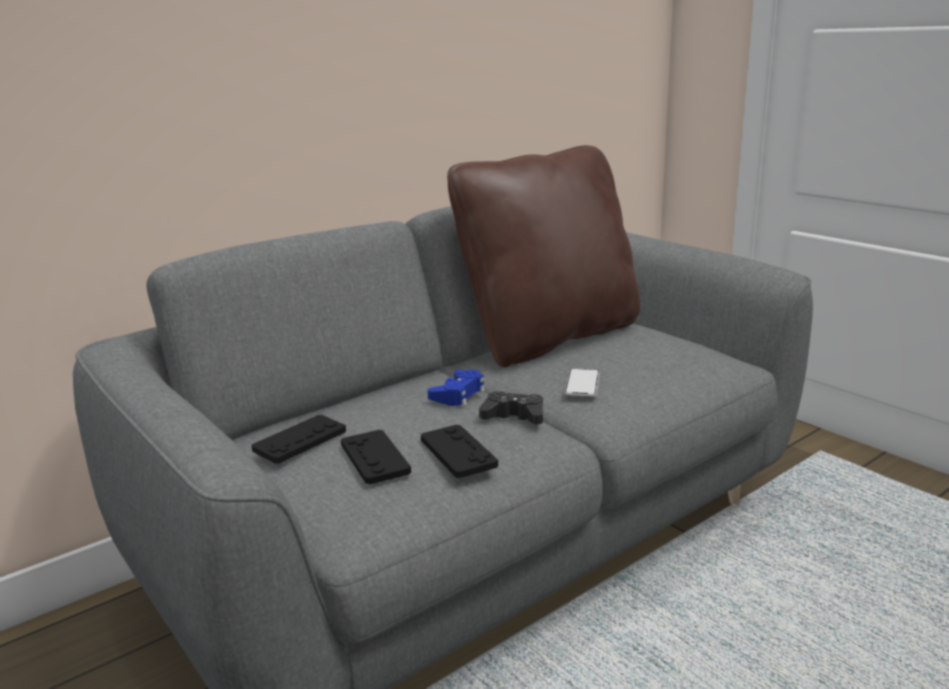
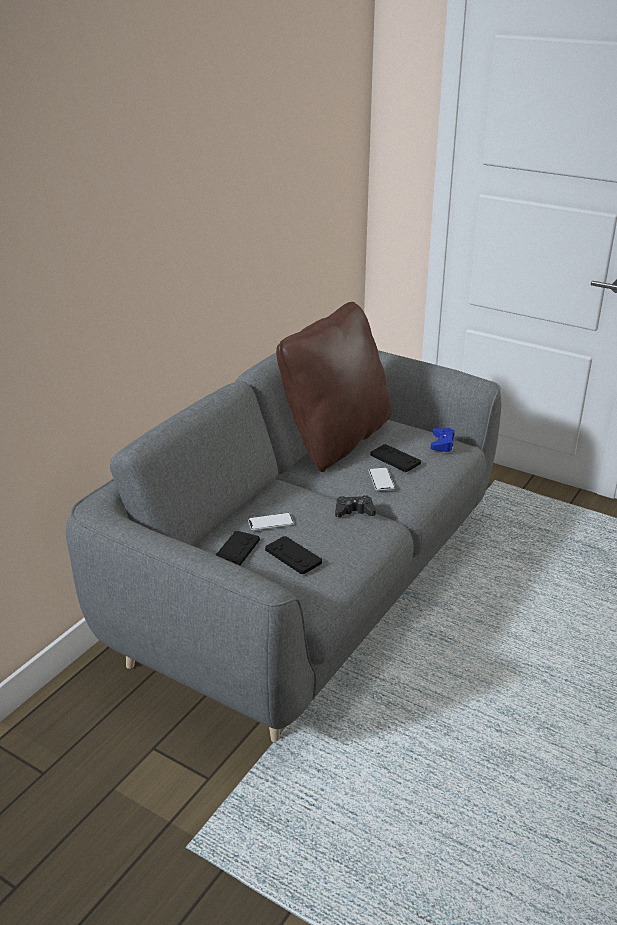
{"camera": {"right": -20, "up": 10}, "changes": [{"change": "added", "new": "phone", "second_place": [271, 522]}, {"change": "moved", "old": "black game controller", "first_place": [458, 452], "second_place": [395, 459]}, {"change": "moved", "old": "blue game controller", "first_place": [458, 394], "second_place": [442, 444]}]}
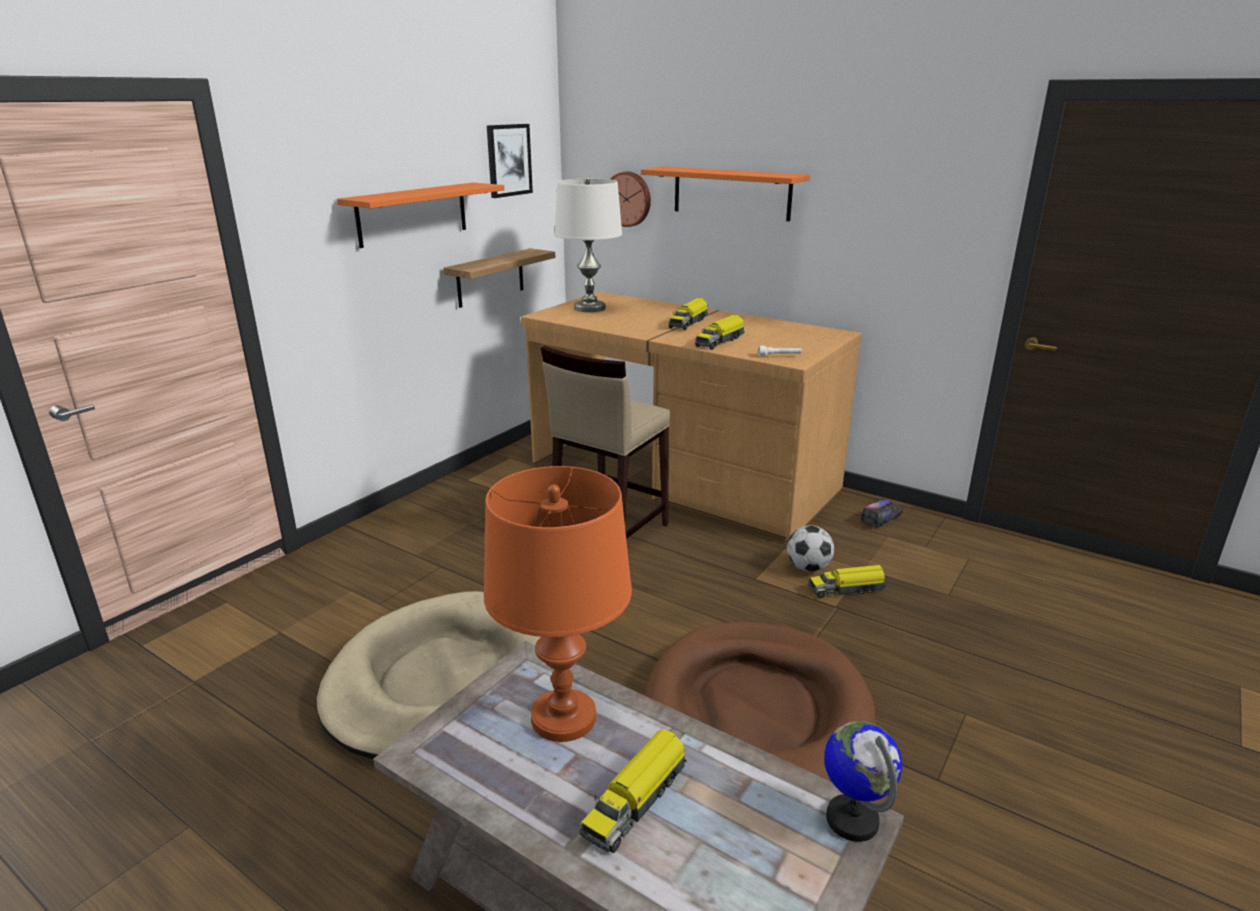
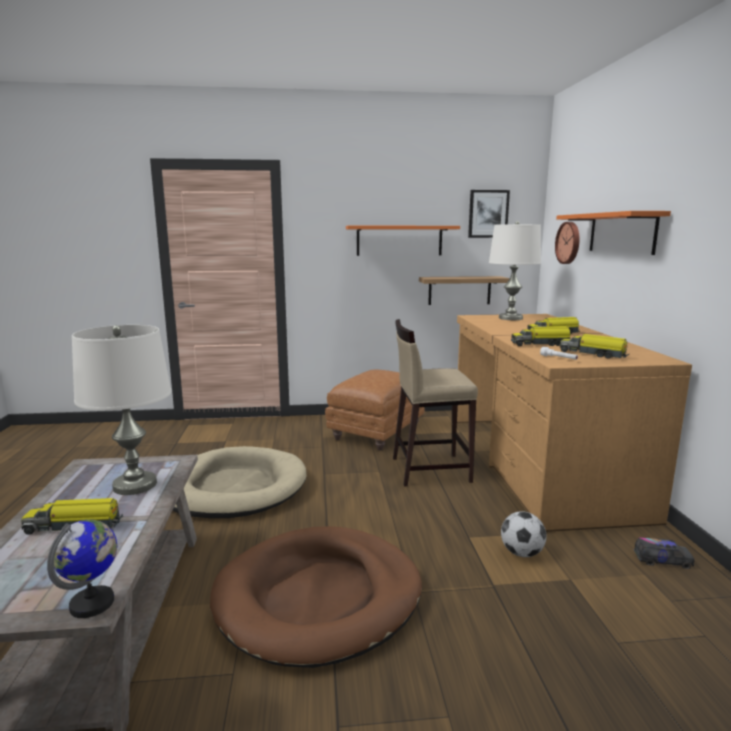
{"camera": {"right": 50, "up": -10}, "changes": [{"change": "added", "new": "brown ottoman", "second_place": [377, 432]}, {"change": "moved", "old": "toy truck", "first_place": [847, 589], "second_place": [593, 354]}, {"change": "recoloured", "old": "orange table lamp", "new": "white table lamp", "first_place": [563, 717], "second_place": [135, 485]}]}
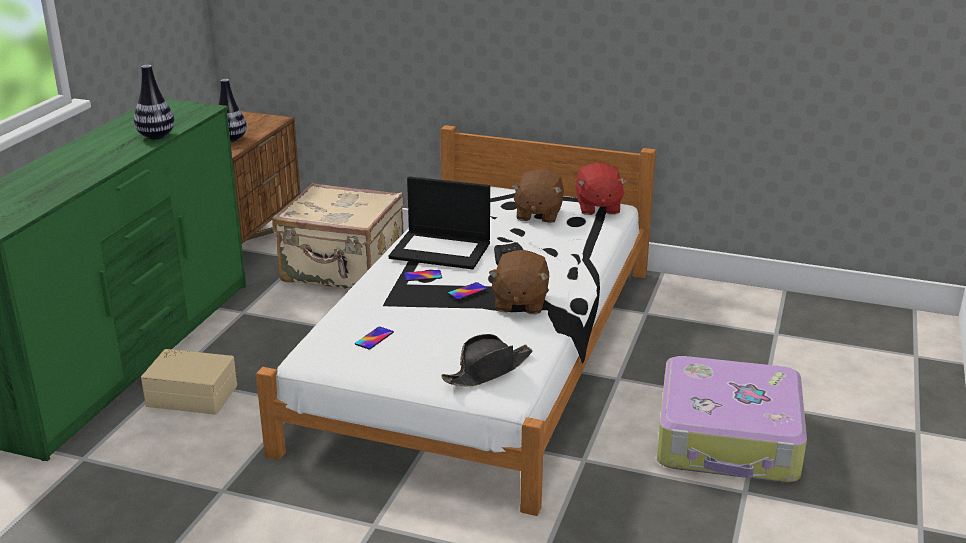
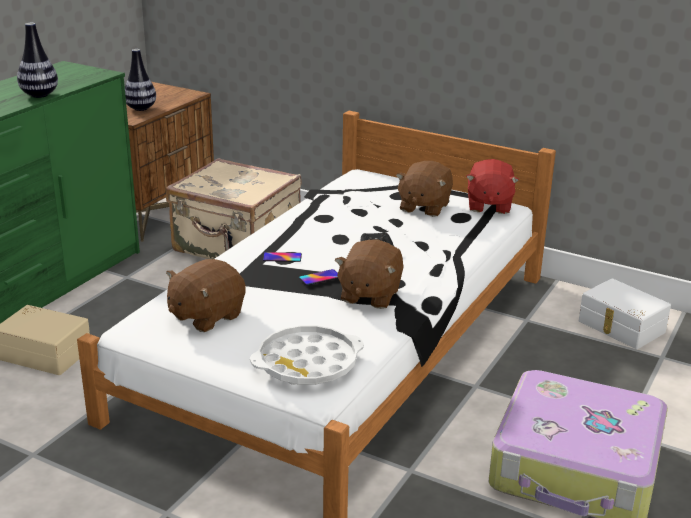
{"camera": {"right": 10, "up": 0}, "changes": [{"change": "removed", "old": "laptop", "first_place": [441, 250]}, {"change": "added", "new": "white storage box", "second_place": [620, 327]}, {"change": "replaced", "old": "phone", "new": "brown plush toy", "first_place": [374, 338], "second_place": [206, 316]}, {"change": "replaced", "old": "black hat", "new": "white tray", "first_place": [488, 370], "second_place": [307, 363]}]}
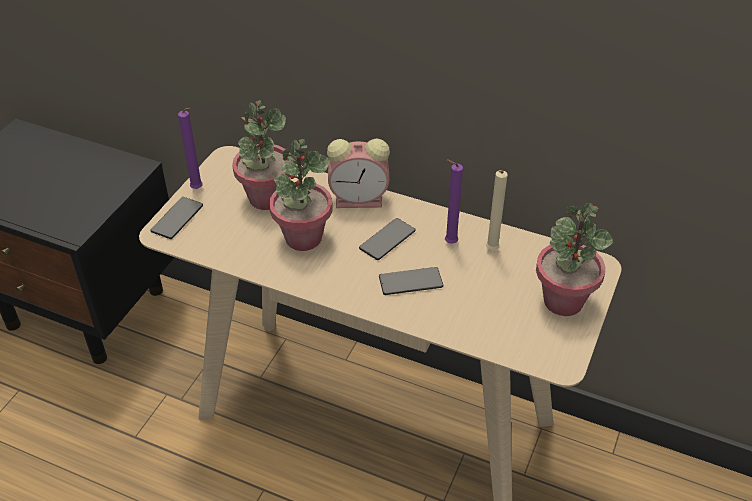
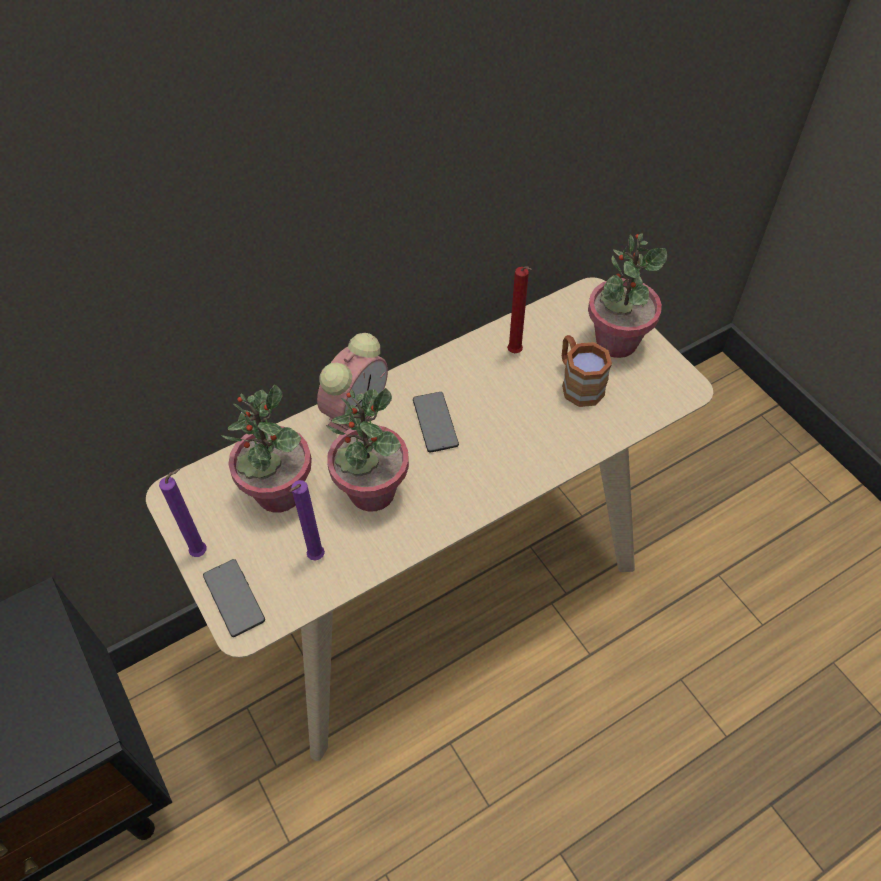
{"camera": {"right": -55, "up": 10}, "changes": [{"change": "removed", "old": "phone", "first_place": [410, 282]}, {"change": "added", "new": "brown mug", "second_place": [578, 383]}, {"change": "moved", "old": "purple candle", "first_place": [448, 243], "second_place": [314, 558]}, {"change": "recoloured", "old": "beige candle", "new": "red candle", "first_place": [491, 251], "second_place": [516, 353]}]}
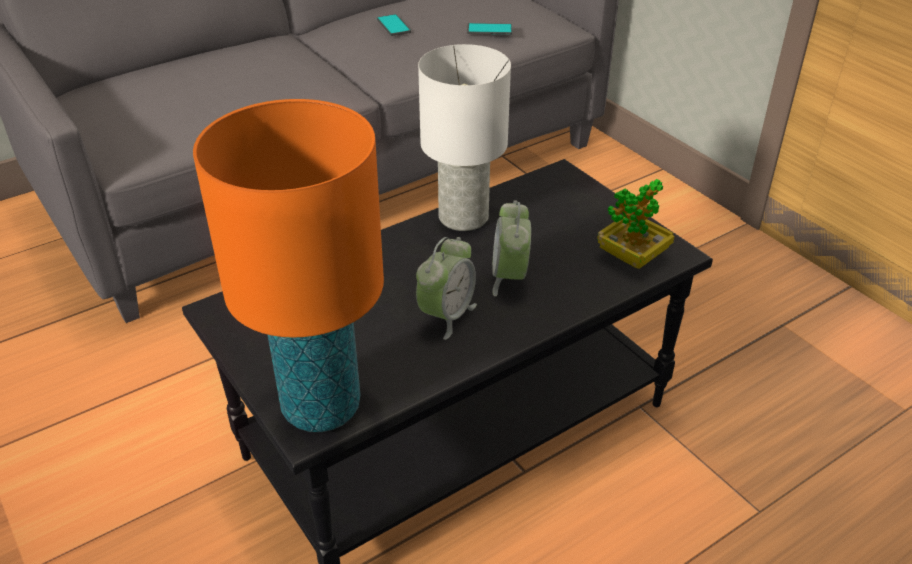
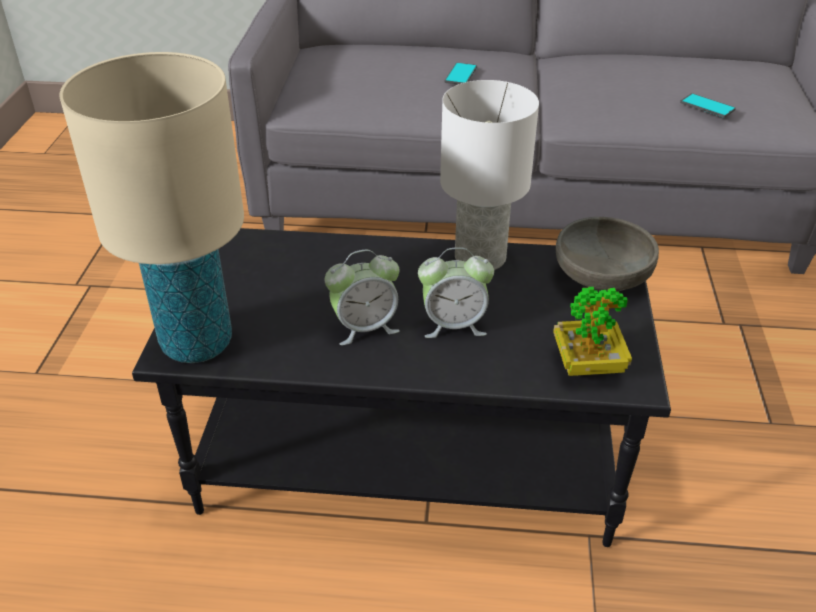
{"camera": {"right": 40, "up": 0}, "changes": [{"change": "added", "new": "grey bowl", "second_place": [602, 277]}, {"change": "moved", "old": "phone", "first_place": [393, 26], "second_place": [461, 75]}, {"change": "recoloured", "old": "orange table lamp", "new": "beige table lamp", "first_place": [321, 408], "second_place": [196, 343]}, {"change": "turned", "old": "alarm clock", "first_place": [509, 277], "second_place": [454, 325], "degrees": -135}]}
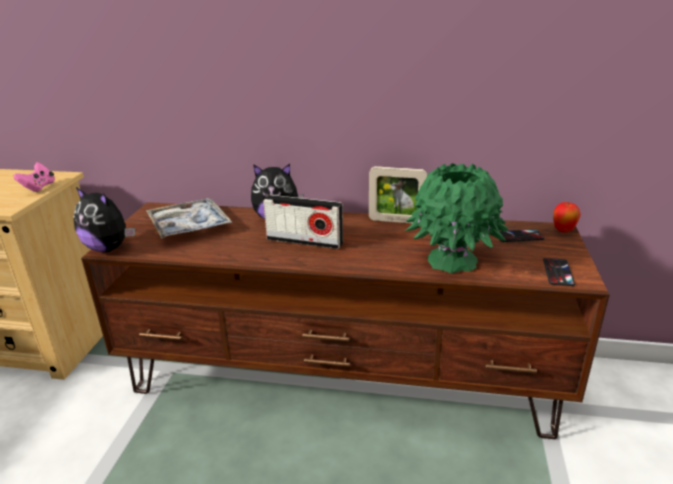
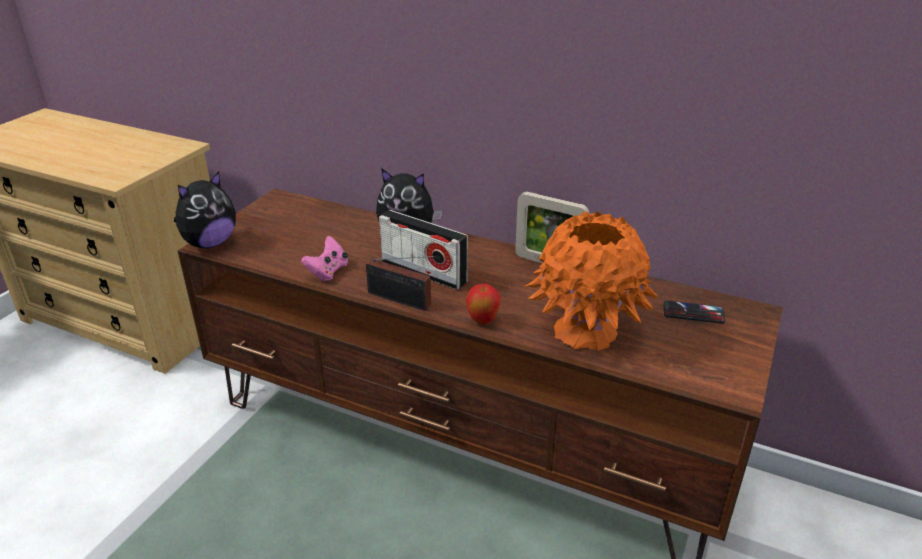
{"camera": {"right": 15, "up": 5}, "changes": [{"change": "removed", "old": "tray", "first_place": [189, 226]}, {"change": "removed", "old": "phone", "first_place": [558, 272]}, {"change": "added", "new": "radio", "second_place": [402, 300]}, {"change": "moved", "old": "pink game controller", "first_place": [39, 187], "second_place": [328, 272]}, {"change": "moved", "old": "apple", "first_place": [563, 231], "second_place": [483, 321]}, {"change": "recoloured", "old": "green vase", "new": "orange vase", "first_place": [452, 260], "second_place": [586, 331]}, {"change": "turned", "old": "plush toy", "first_place": [109, 248], "second_place": [209, 243], "degrees": -90}]}
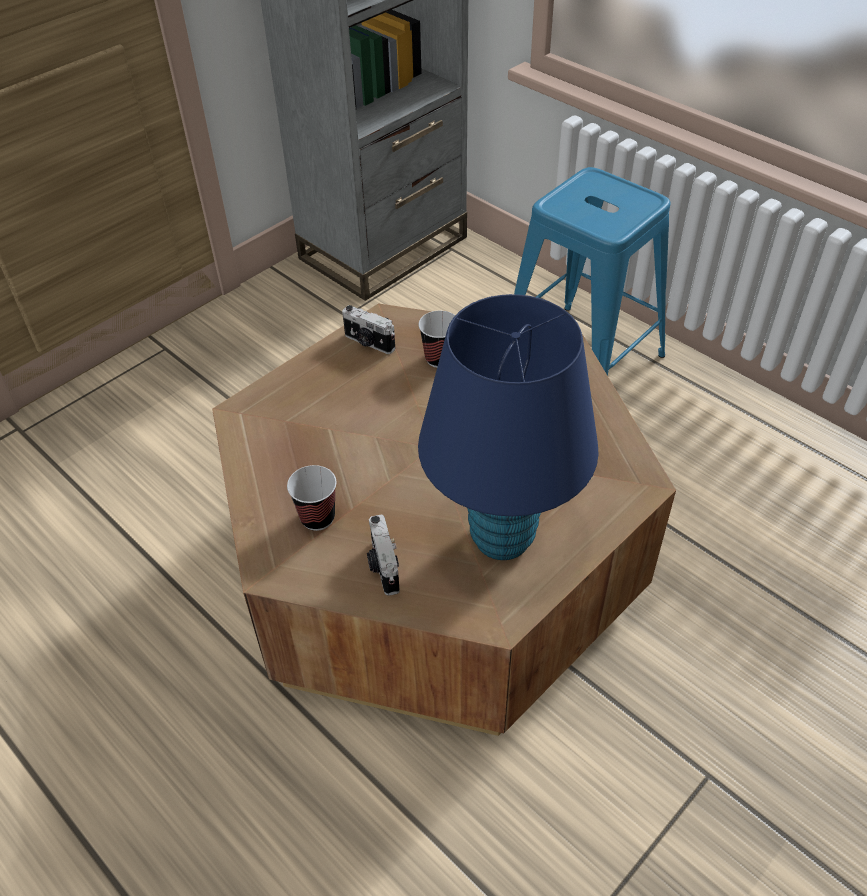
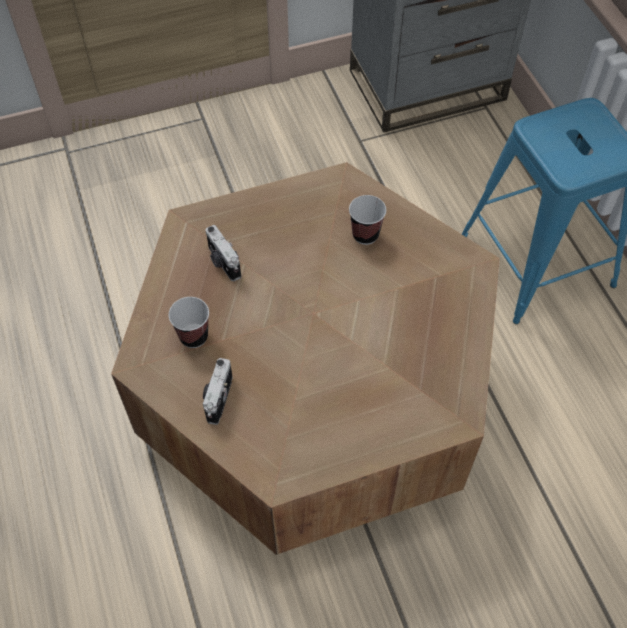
{"camera": {"right": 25, "up": 10}, "changes": [{"change": "removed", "old": "blue table lamp", "first_place": [502, 537]}, {"change": "moved", "old": "photo camera", "first_place": [368, 343], "second_place": [223, 262]}]}
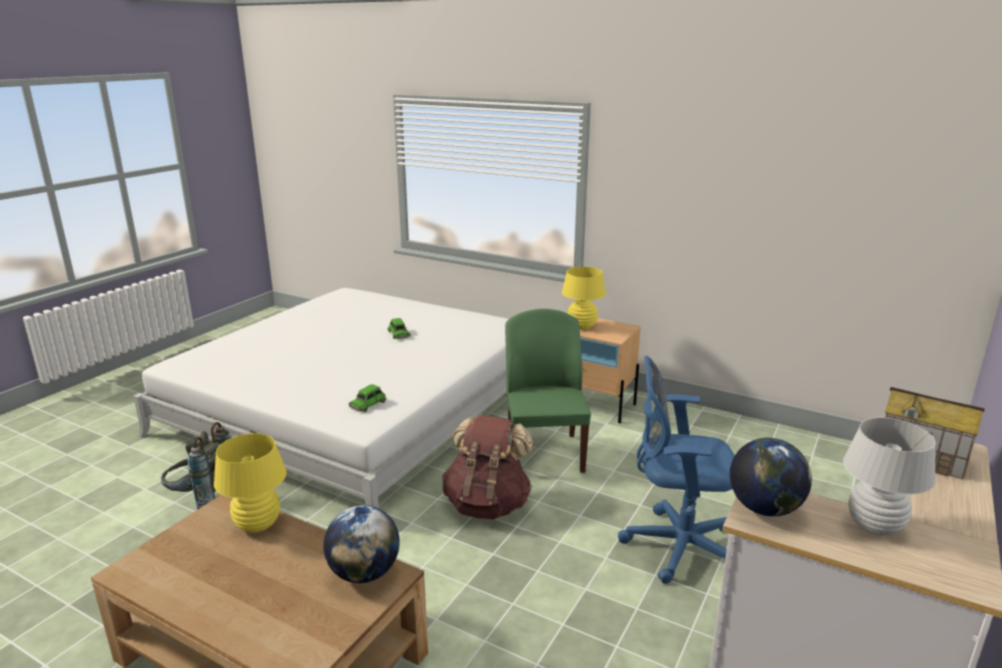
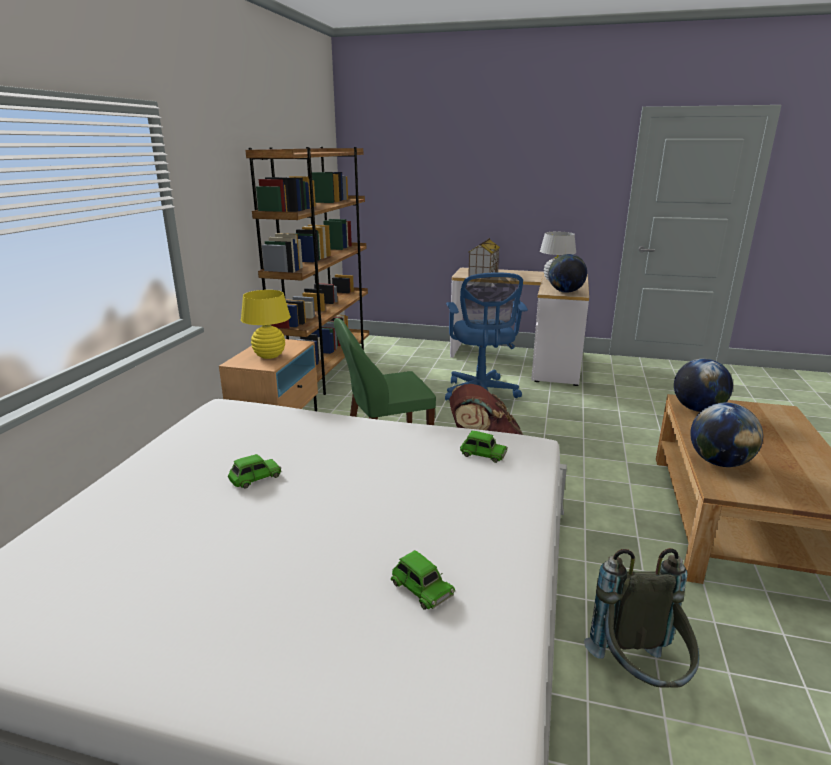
{"camera": {"right": -105, "up": 0}, "changes": [{"change": "added", "new": "brown bookcase", "second_place": [325, 372]}, {"change": "added", "new": "green toy car", "second_place": [421, 587]}, {"change": "replaced", "old": "yellow table lamp", "new": "globe", "first_place": [258, 525], "second_place": [719, 462]}]}
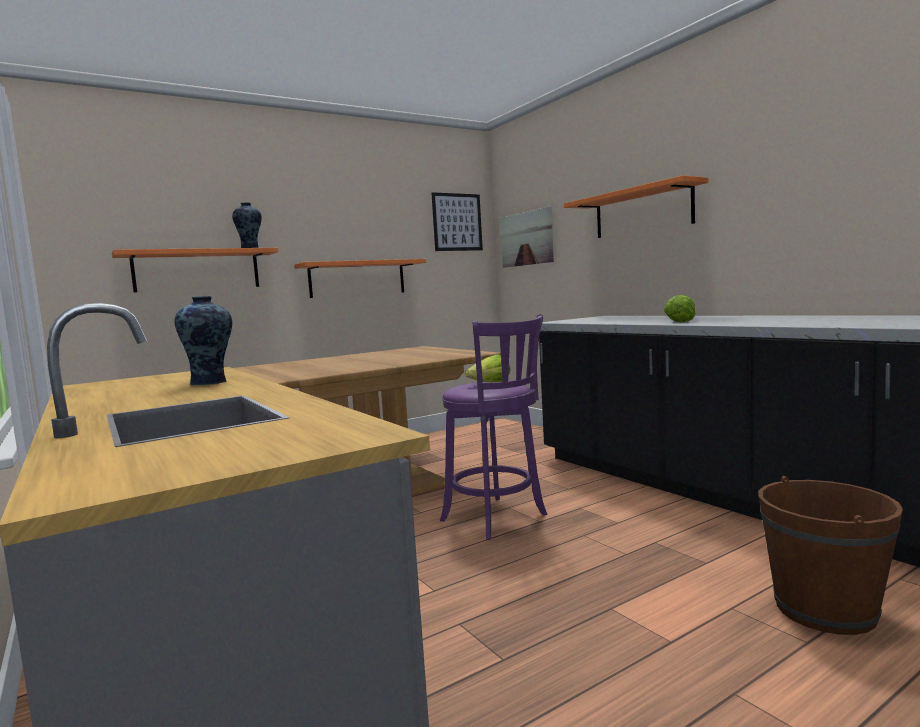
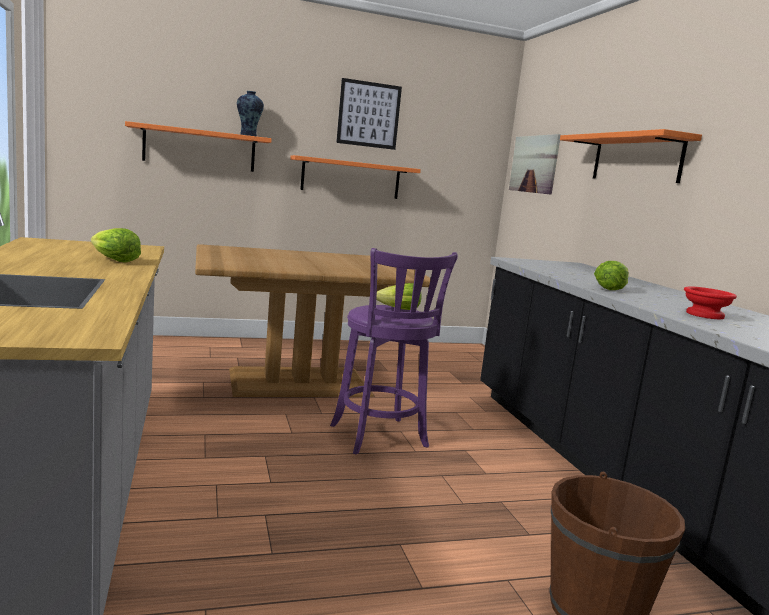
{"camera": {"right": 15, "up": 5}, "changes": [{"change": "added", "new": "red bowl", "second_place": [706, 315]}, {"change": "moved", "old": "picture", "first_place": [457, 222], "second_place": [368, 114]}, {"change": "replaced", "old": "vase", "new": "lettuce", "first_place": [210, 383], "second_place": [113, 260]}]}
